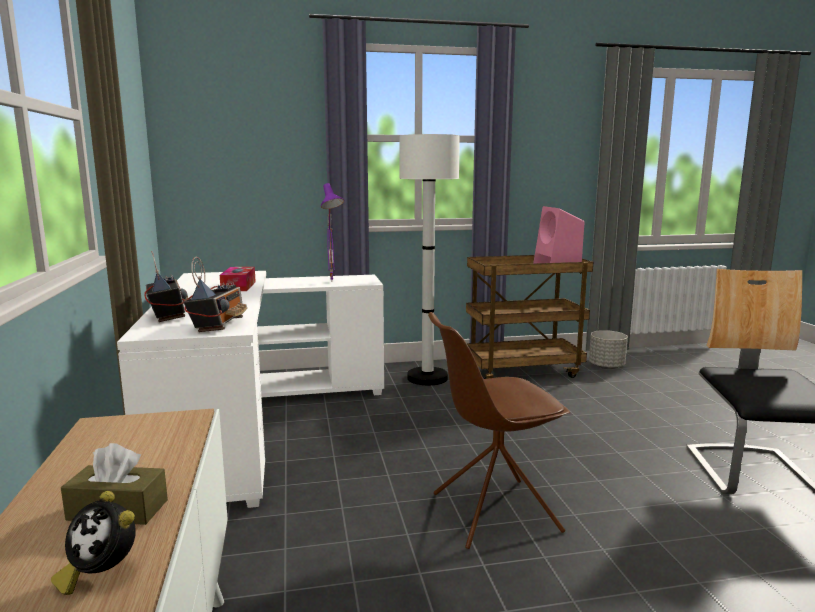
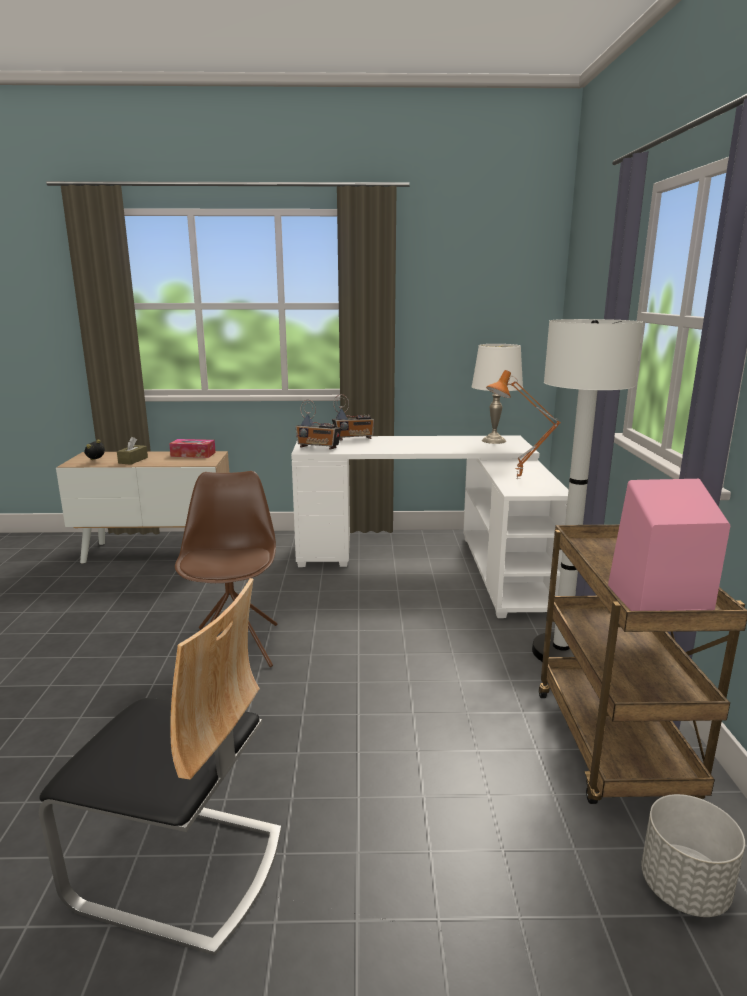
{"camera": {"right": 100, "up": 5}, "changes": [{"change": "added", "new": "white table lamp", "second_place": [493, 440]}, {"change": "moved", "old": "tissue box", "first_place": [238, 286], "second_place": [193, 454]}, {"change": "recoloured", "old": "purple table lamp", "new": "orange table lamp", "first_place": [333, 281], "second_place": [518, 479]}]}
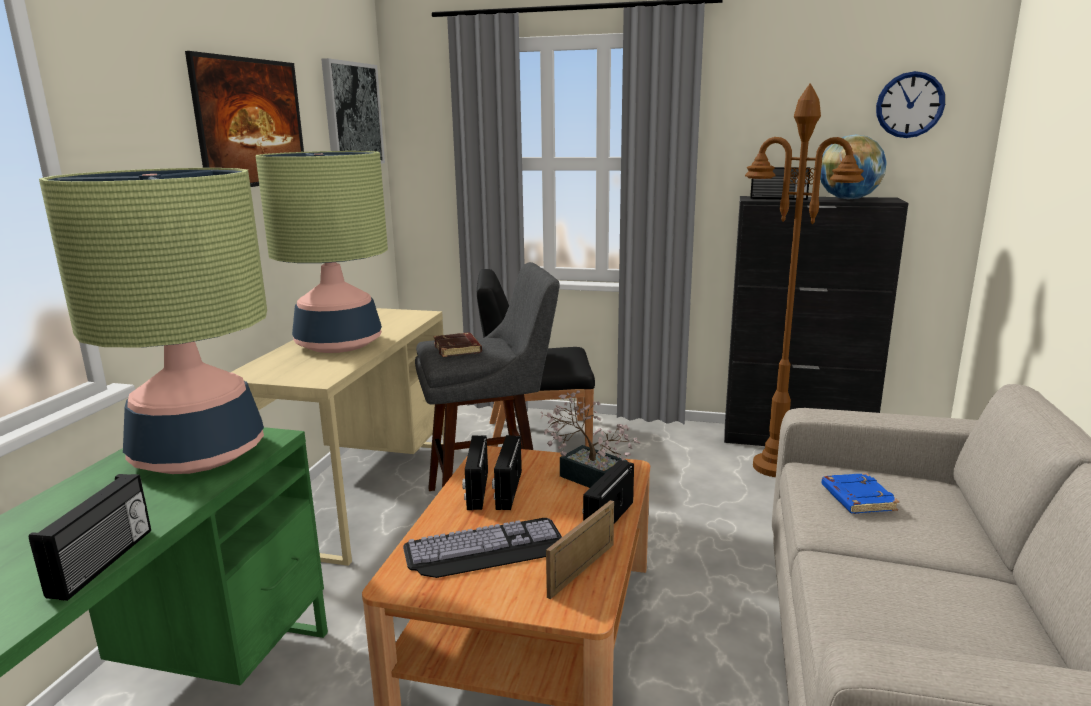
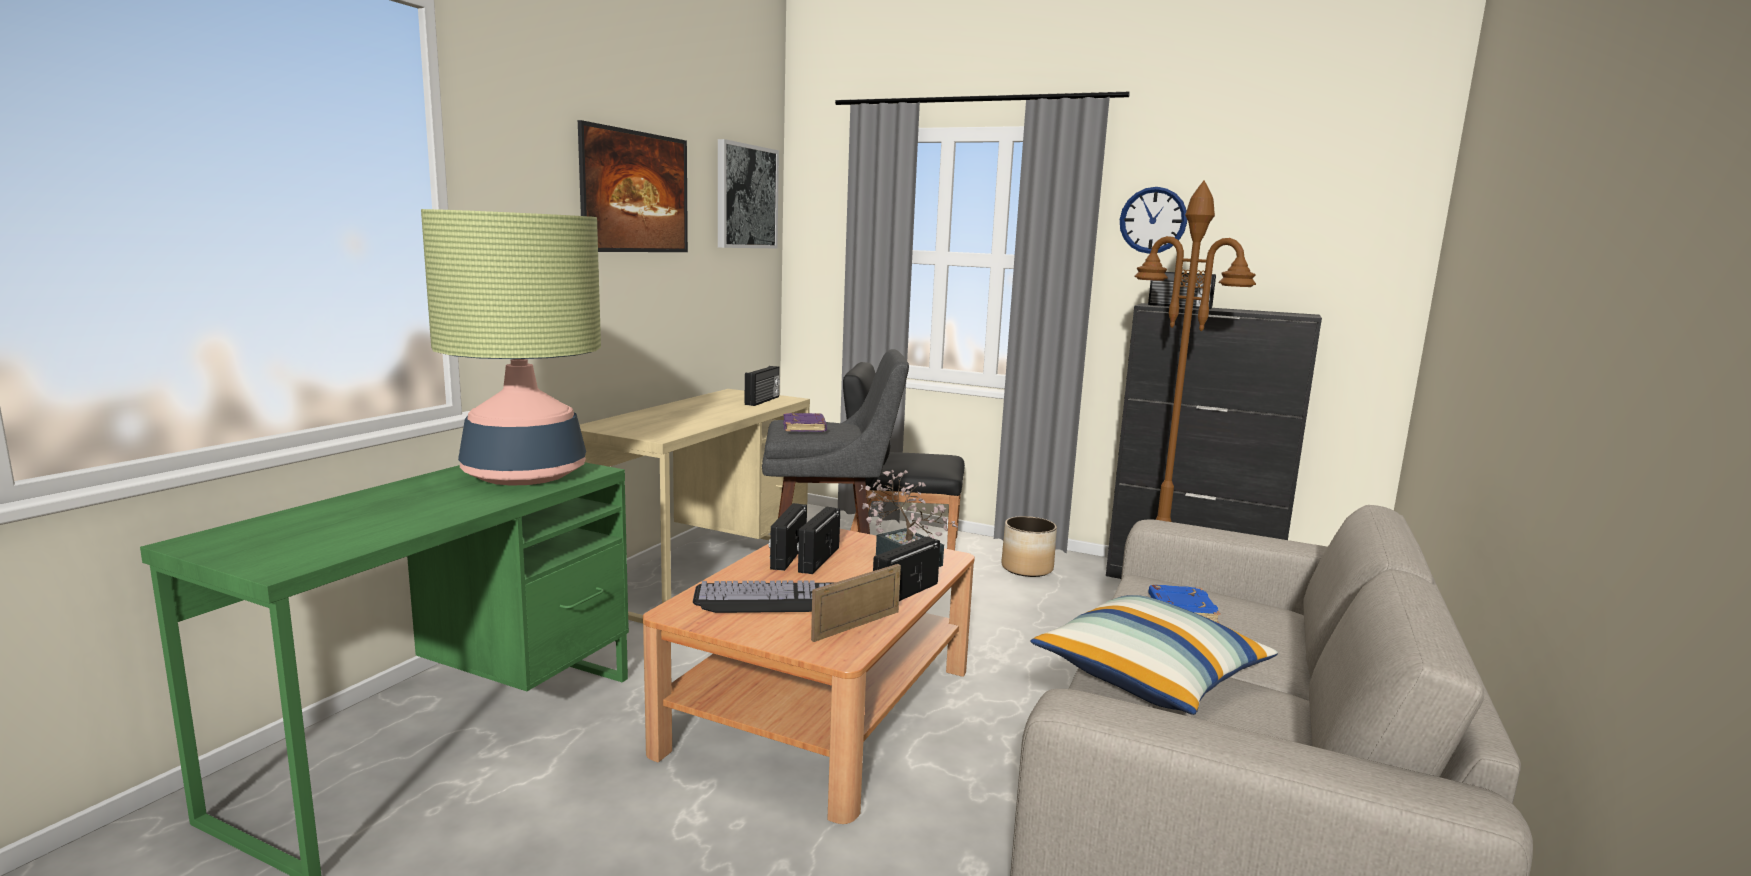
{"camera": {"right": 10, "up": -5}, "changes": [{"change": "removed", "old": "table lamp", "first_place": [338, 344]}, {"change": "removed", "old": "globe", "first_place": [848, 199]}, {"change": "added", "new": "planter", "second_place": [1027, 568]}, {"change": "added", "new": "pillow", "second_place": [1150, 677]}, {"change": "moved", "old": "radio", "first_place": [104, 562], "second_place": [763, 401]}, {"change": "moved", "old": "wall clock", "first_place": [910, 105], "second_place": [1153, 220]}, {"change": "recoloured", "old": "brown book", "new": "purple book", "first_place": [458, 349], "second_place": [805, 427]}]}
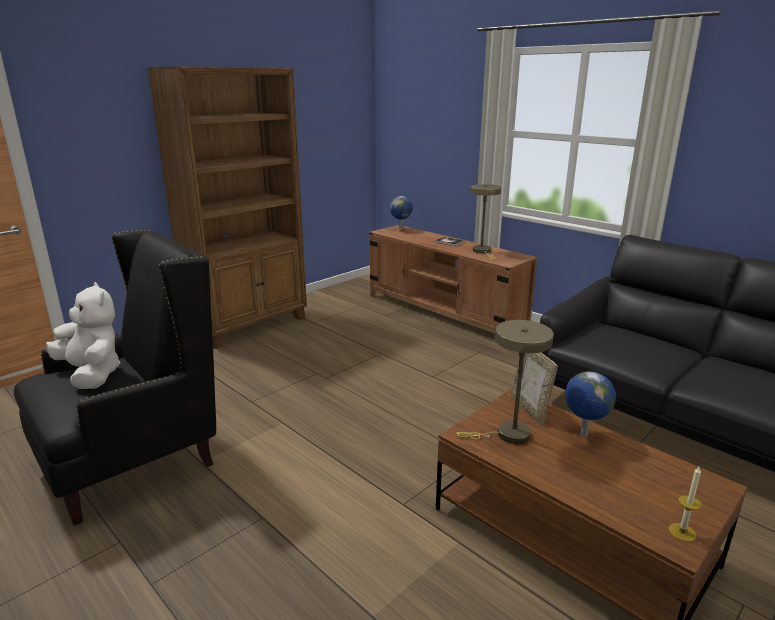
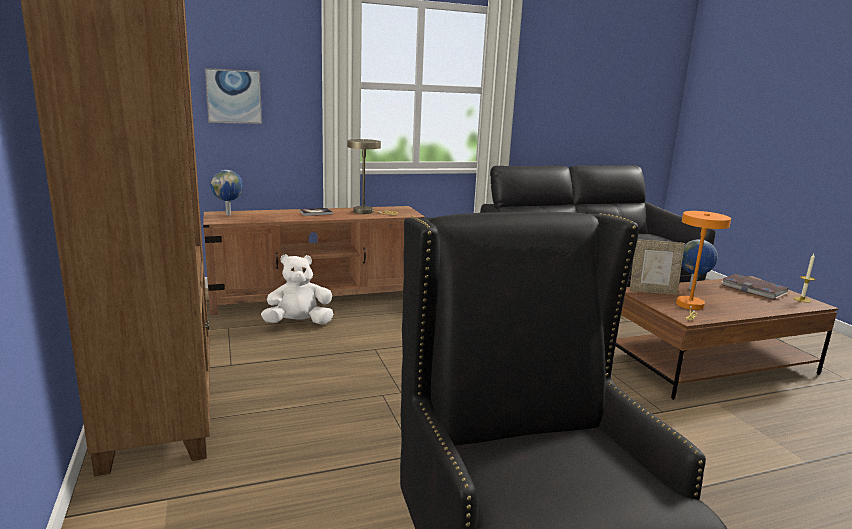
{"camera": {"right": -65, "up": -5}, "changes": [{"change": "added", "new": "picture", "second_place": [234, 96]}, {"change": "added", "new": "book", "second_place": [754, 289]}, {"change": "moved", "old": "white plush toy", "first_place": [92, 374], "second_place": [299, 323]}, {"change": "recoloured", "old": "beige table lamp", "new": "orange table lamp", "first_place": [507, 435], "second_place": [690, 307]}]}
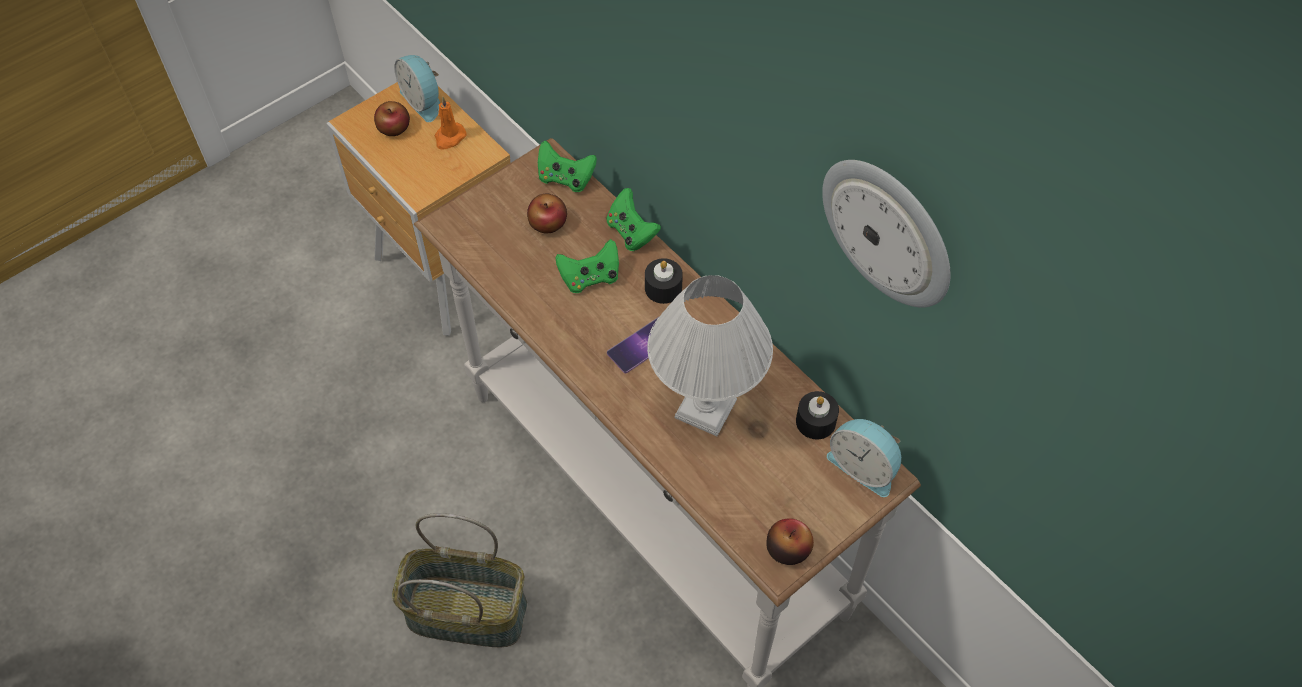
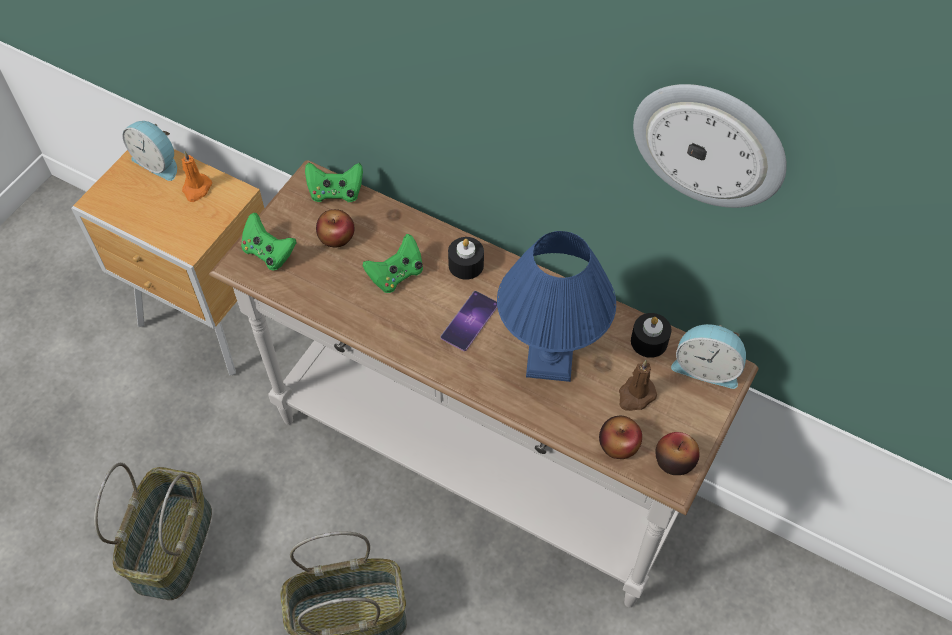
{"camera": {"right": -20, "up": 0}, "changes": [{"change": "added", "new": "basket", "second_place": [171, 545]}, {"change": "added", "new": "brown candle", "second_place": [635, 395]}, {"change": "moved", "old": "apple", "first_place": [394, 128], "second_place": [618, 444]}, {"change": "moved", "old": "green game controller", "first_place": [631, 232], "second_place": [269, 253]}, {"change": "recoloured", "old": "white table lamp", "new": "blue table lamp", "first_place": [704, 409], "second_place": [548, 361]}]}
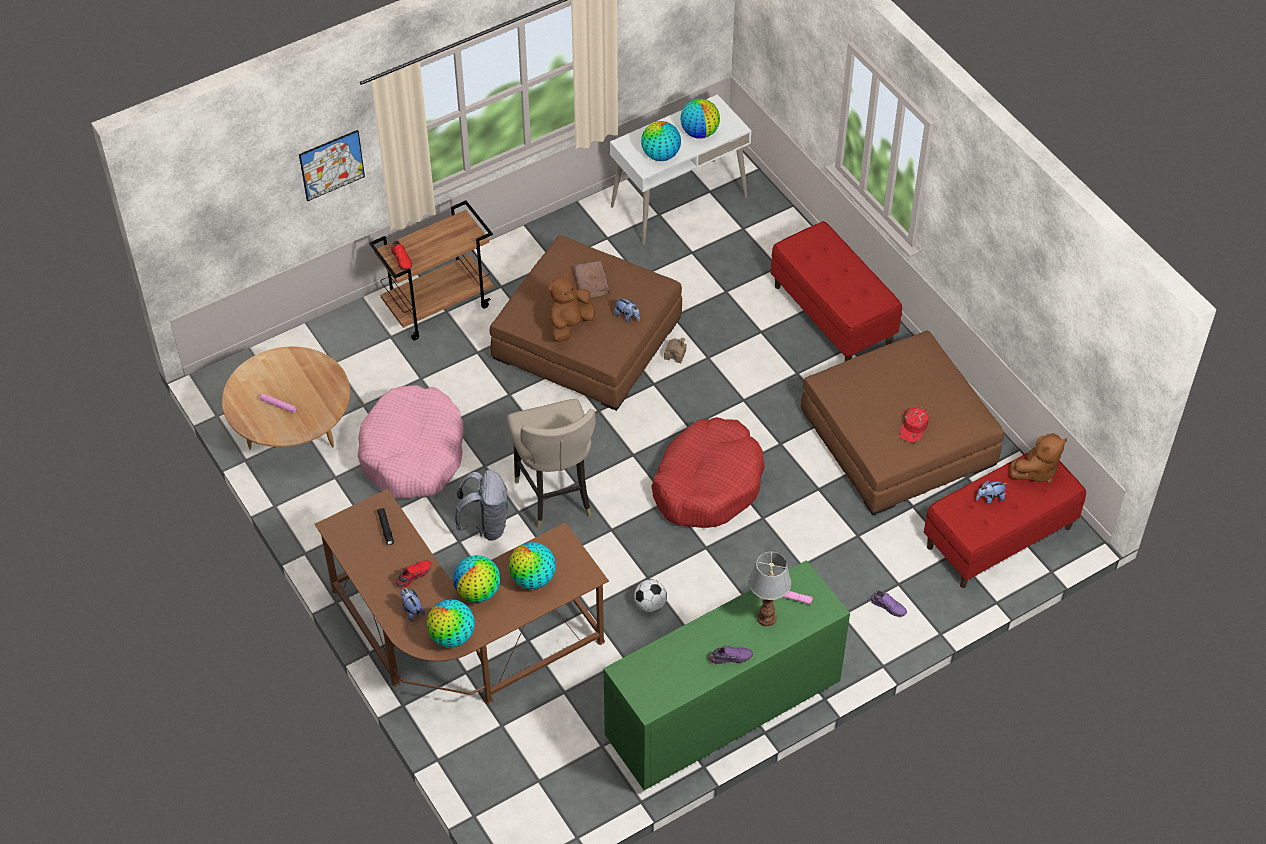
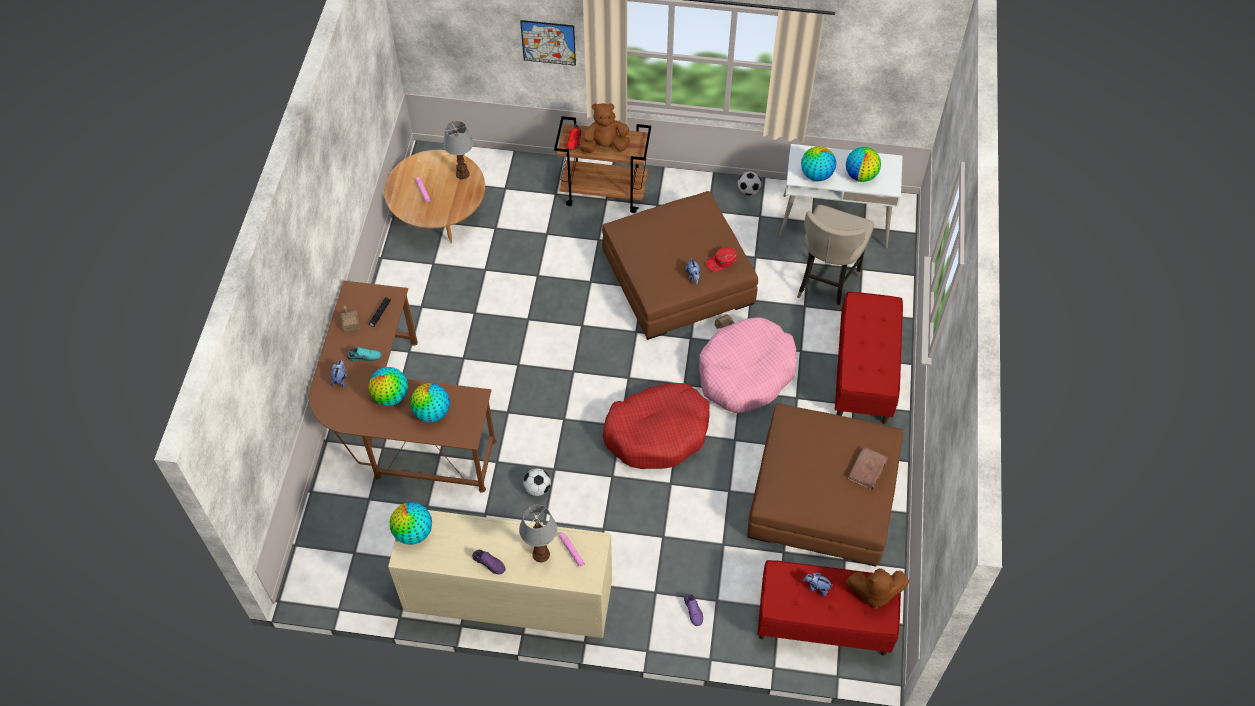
{"camera": {"right": 40, "up": 5}, "changes": [{"change": "removed", "old": "grey backpack", "first_place": [485, 525]}, {"change": "added", "new": "toy house", "second_place": [350, 324]}, {"change": "added", "new": "table lamp", "second_place": [463, 174]}, {"change": "added", "new": "football", "second_place": [748, 191]}, {"change": "moved", "old": "pink dog bed", "first_place": [413, 453], "second_place": [745, 373]}, {"change": "moved", "old": "globe", "first_place": [452, 636], "second_place": [413, 532]}, {"change": "moved", "old": "beige stool", "first_place": [555, 496], "second_place": [826, 283]}, {"change": "moved", "old": "brown plush toy", "first_place": [570, 325], "second_place": [605, 146]}, {"change": "moved", "old": "brown book", "first_place": [591, 282], "second_place": [867, 469]}, {"change": "moved", "old": "red cap", "first_place": [913, 427], "second_place": [721, 261]}, {"change": "recoloured", "old": "red shoe", "new": "turquoise shoe", "first_place": [413, 575], "second_place": [364, 356]}, {"change": "recoloured", "old": "green dresser", "new": "beige dresser", "first_place": [721, 713], "second_place": [508, 598]}]}
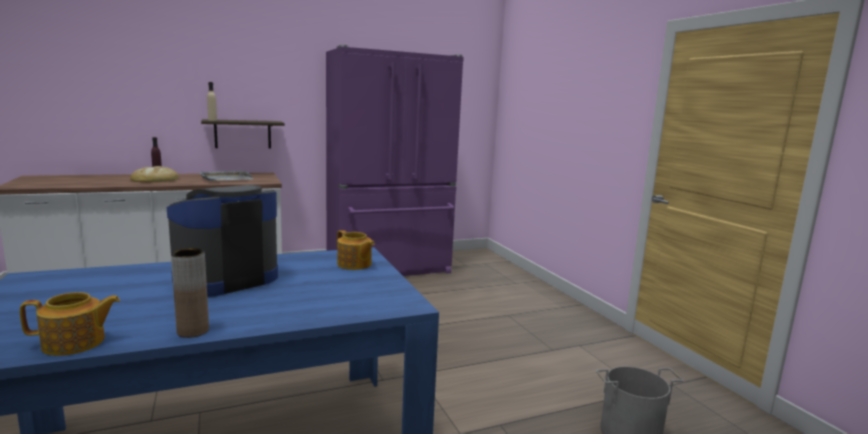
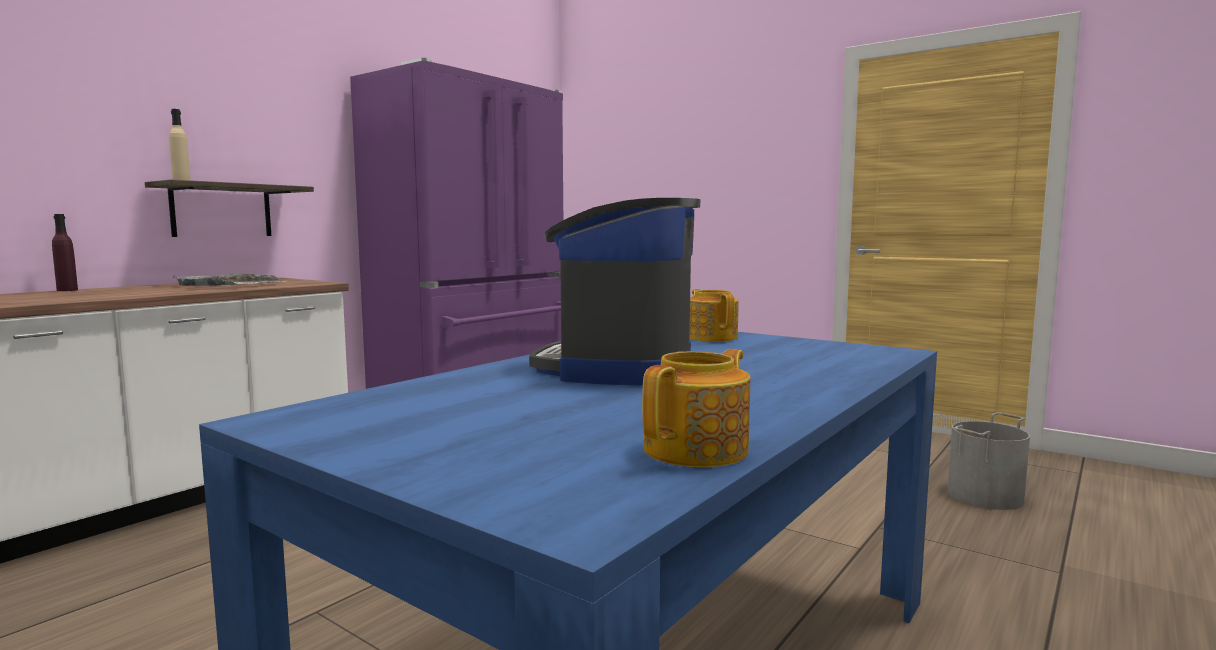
{"camera": {"right": -30, "up": -5}, "changes": [{"change": "removed", "old": "bread", "first_place": [155, 179]}, {"change": "removed", "old": "brown vase", "first_place": [193, 331]}, {"change": "turned", "old": "teapot", "first_place": [354, 264], "second_place": [711, 337], "degrees": -120}]}
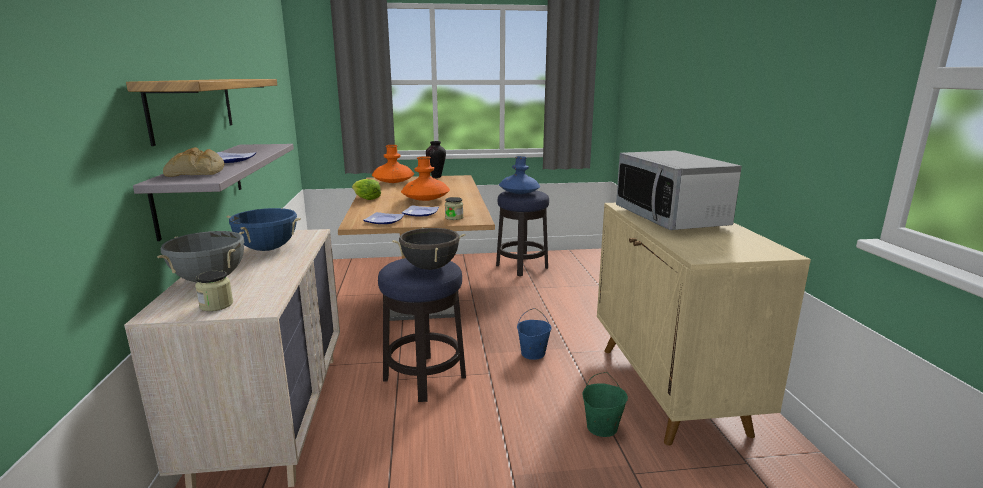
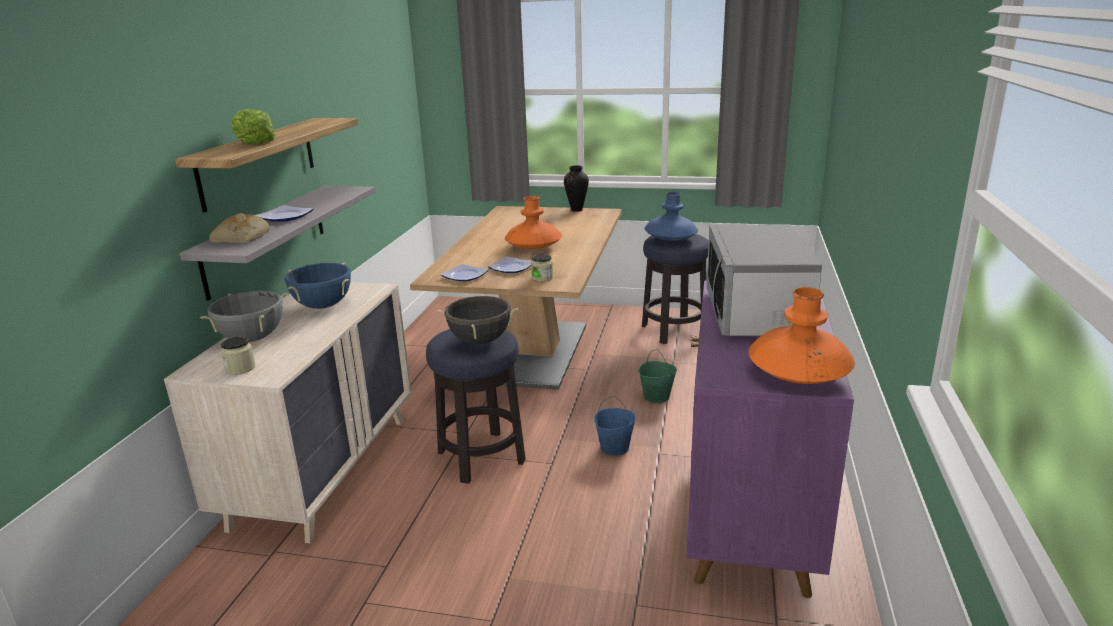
{"camera": {"right": 20, "up": 5}, "changes": [{"change": "moved", "old": "lettuce", "first_place": [366, 198], "second_place": [254, 142]}, {"change": "moved", "old": "orange vase", "first_place": [393, 182], "second_place": [798, 373]}, {"change": "moved", "old": "green bucket", "first_place": [602, 427], "second_place": [656, 397]}, {"change": "recoloured", "old": "beige cabinet", "new": "purple cabinet", "first_place": [670, 389], "second_place": [749, 519]}]}
